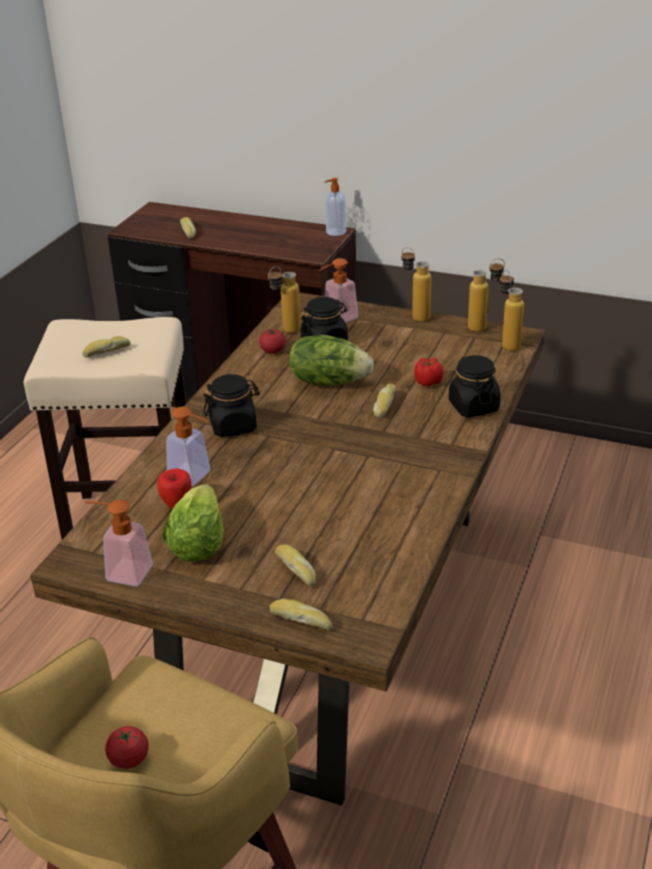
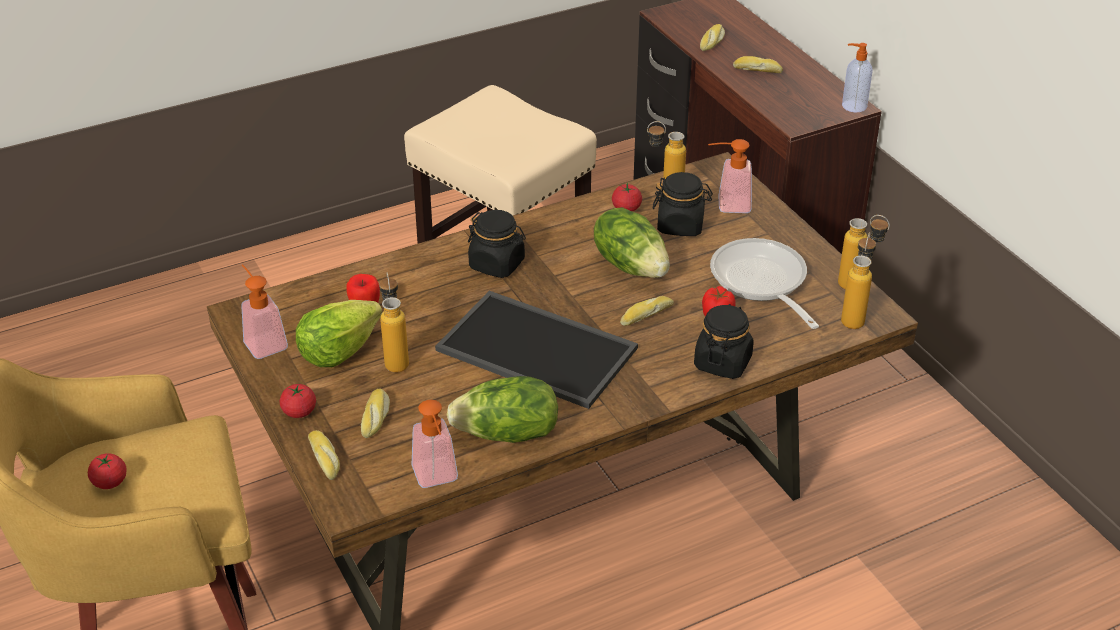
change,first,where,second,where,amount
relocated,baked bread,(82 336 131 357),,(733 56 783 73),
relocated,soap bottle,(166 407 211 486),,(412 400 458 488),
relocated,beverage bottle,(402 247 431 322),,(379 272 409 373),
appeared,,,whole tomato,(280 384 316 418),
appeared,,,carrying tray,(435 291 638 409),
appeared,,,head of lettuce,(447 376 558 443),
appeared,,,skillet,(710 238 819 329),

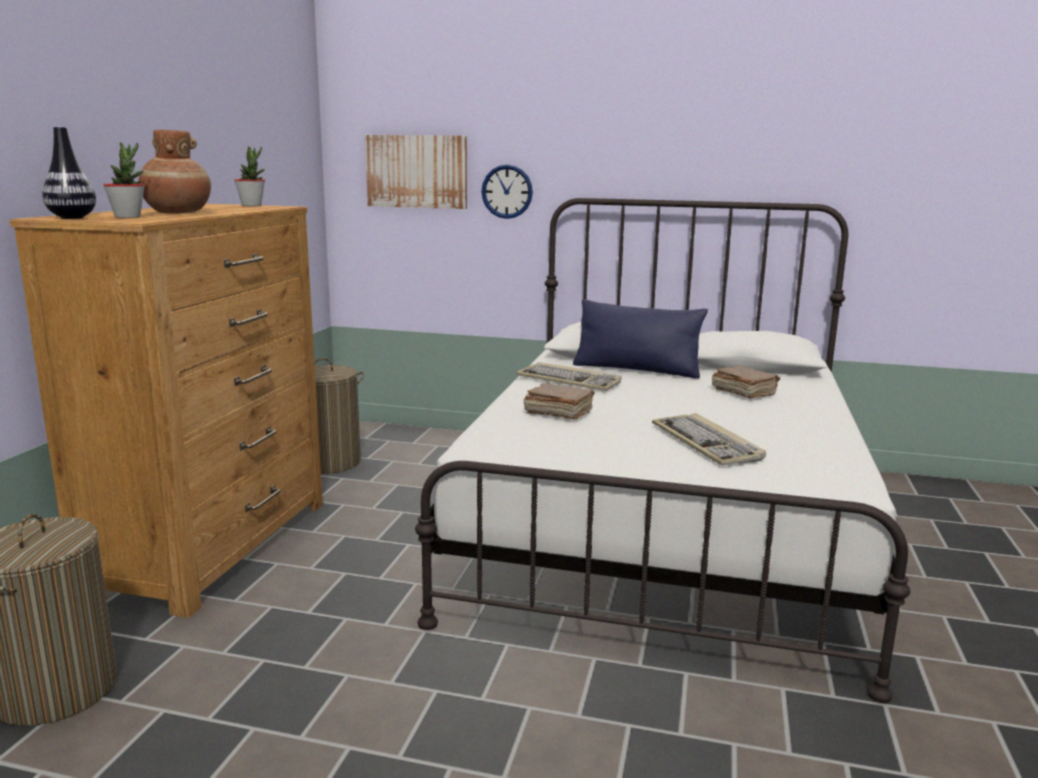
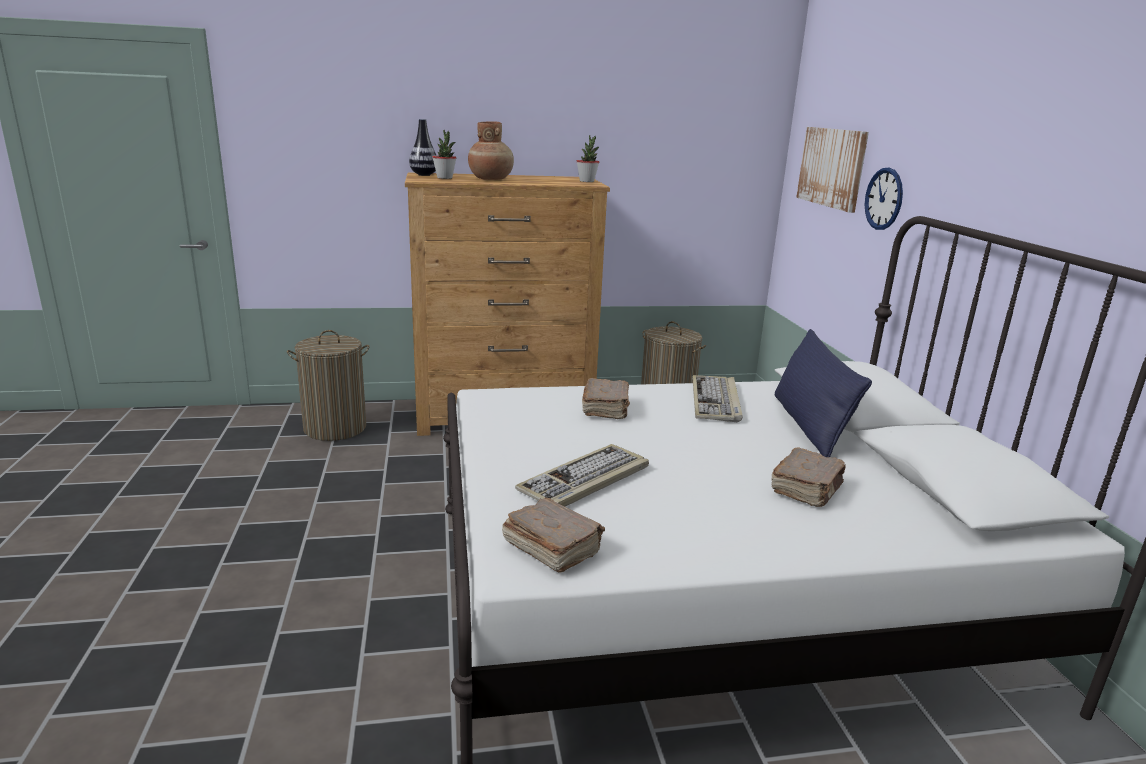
change,first,where,second,where,amount
appeared,,,volume/brown-coloured,(502 498 605 573),

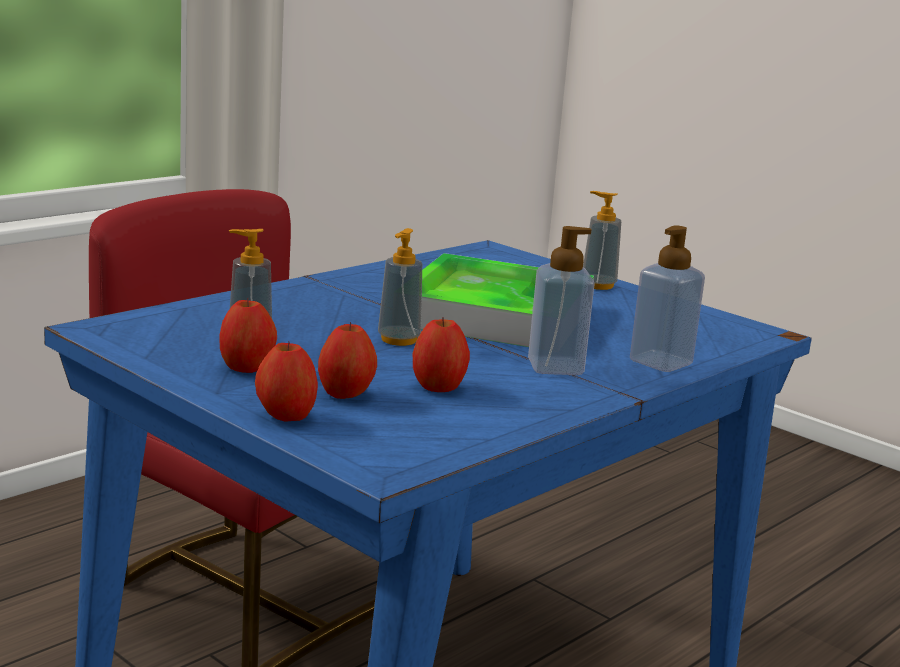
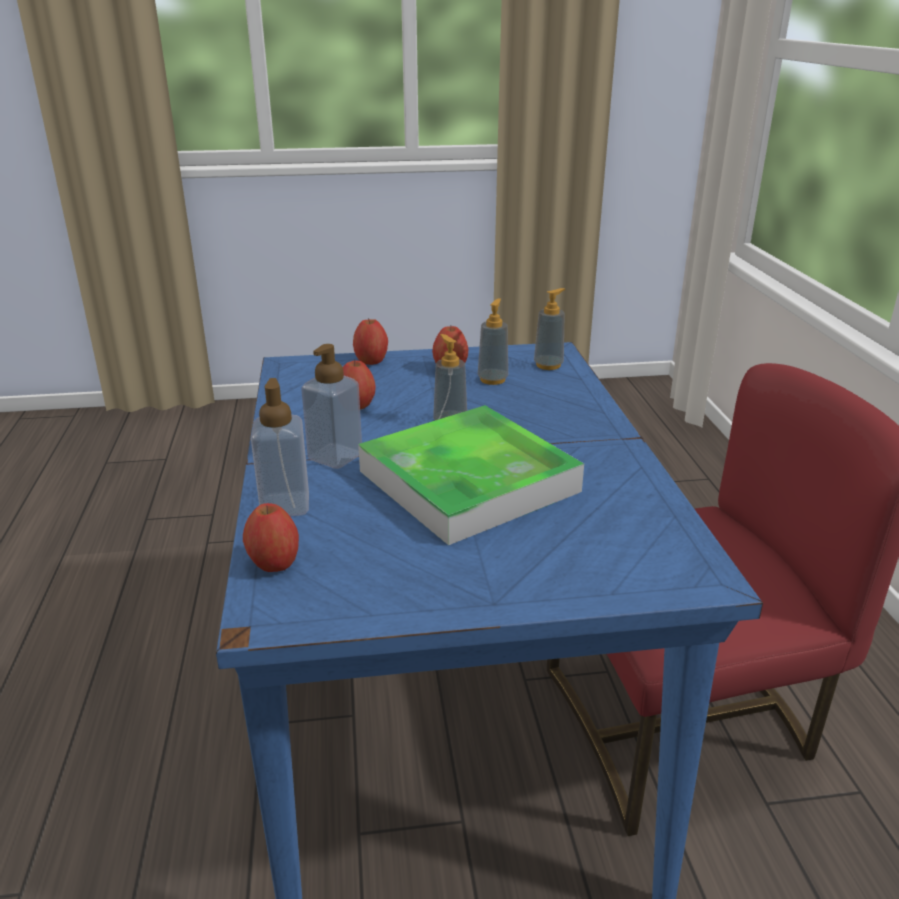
change,first,where,second,where,amount
relocated,whole apple,(318 322 377 399),,(243 503 299 572),
relocated,soap bottle,(583 191 621 290),,(534 288 565 370),

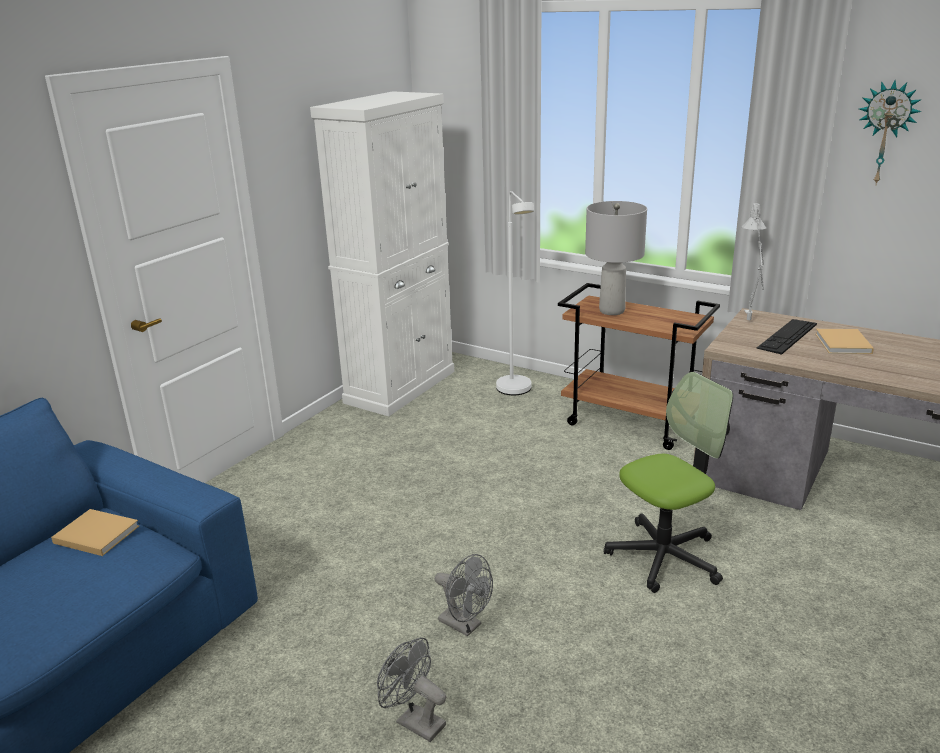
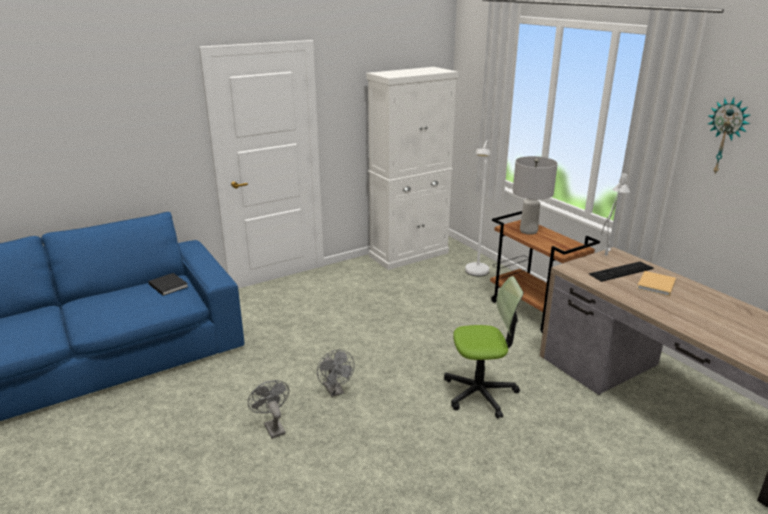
change,first,where,second,where,amount
colour,volume/beige,(51 509 139 556),volume/blackish,(148 273 188 296),

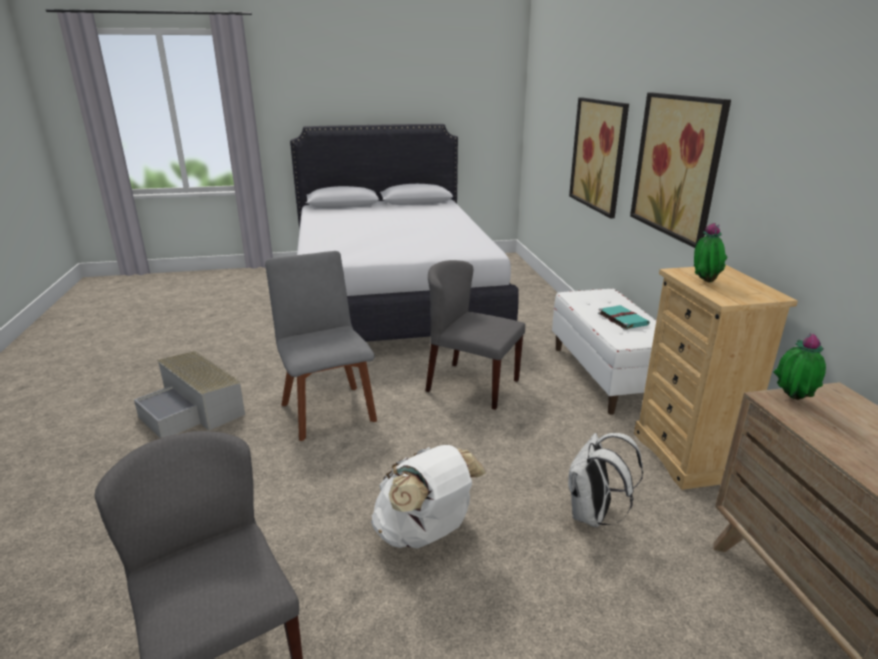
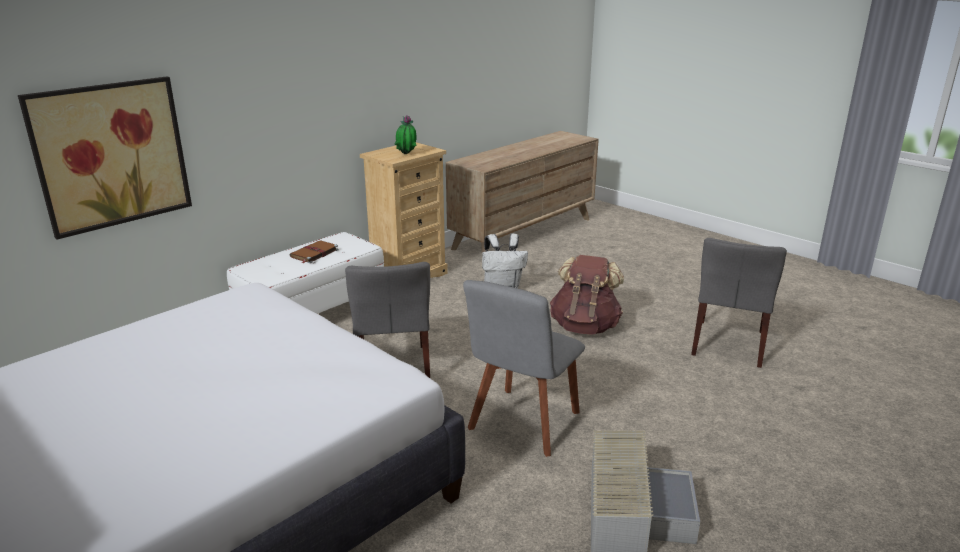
change,first,where,second,where,amount
colour,knapsack/whitish,(371 445 486 549),knapsack/brown-coloured,(550 255 624 335),
colour,volume/blue-green,(598 305 650 330),volume/brown-coloured,(290 240 338 263),
missing,wall art,(630 92 731 248),,,
missing,houseplant,(774 333 826 400),,,

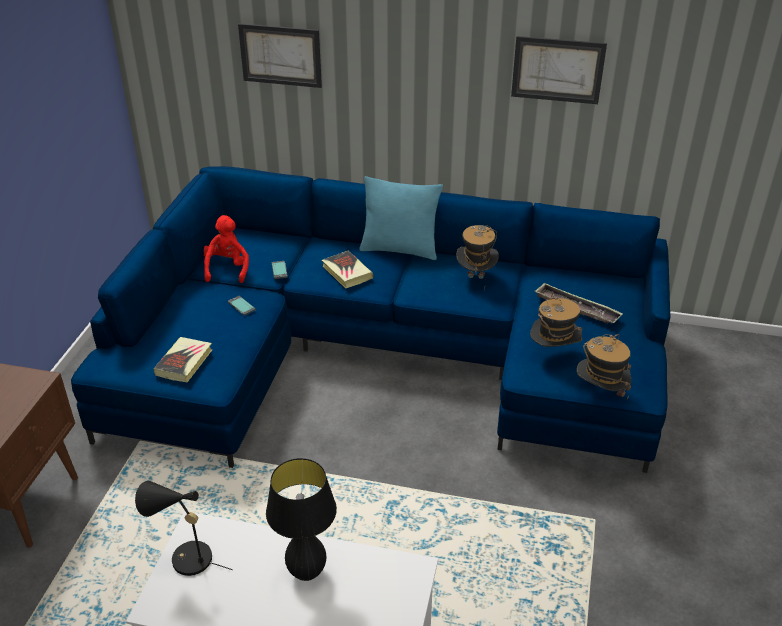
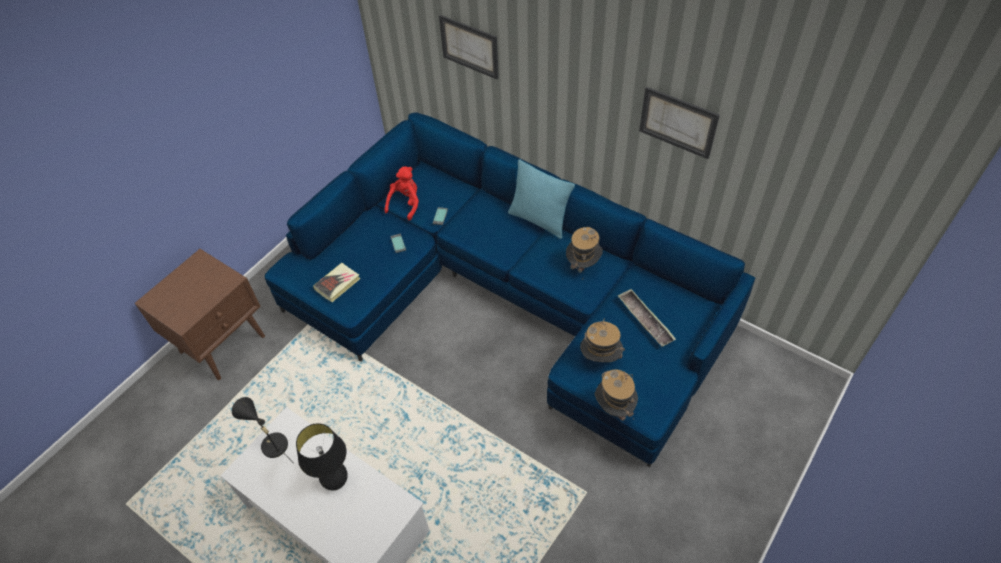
change,first,where,second,where,amount
missing,volume,(322 250 373 289),,,

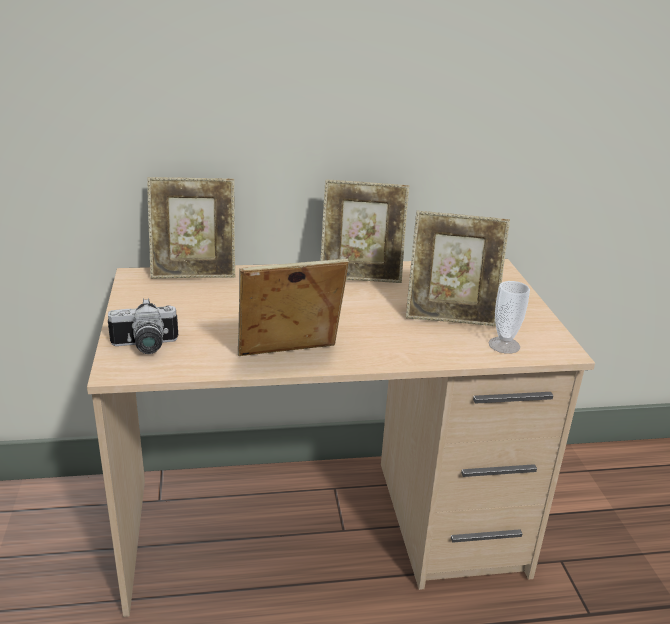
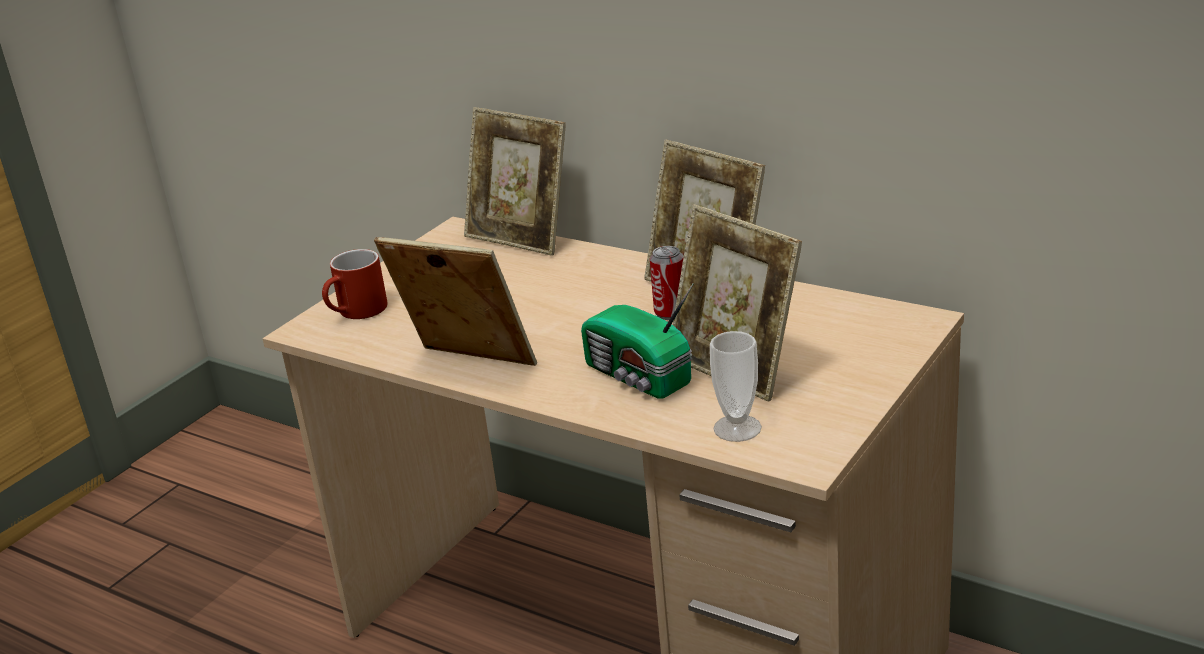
change,first,where,second,where,amount
exchanged,still camera,(108 298 178 354),mug/reddish,(322 249 388 319),
appeared,,,radio receiver,(581 283 694 399),
appeared,,,can,(650 246 684 320),

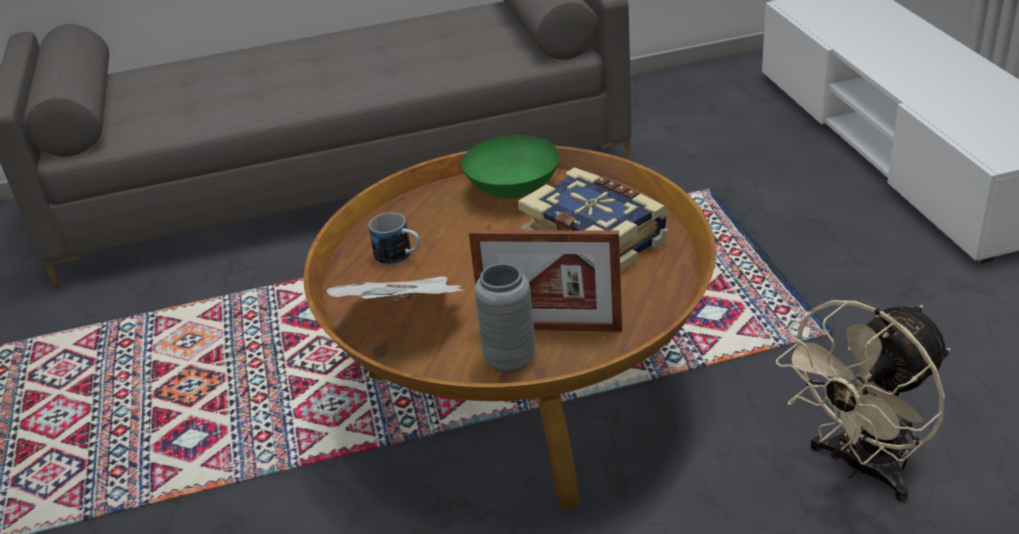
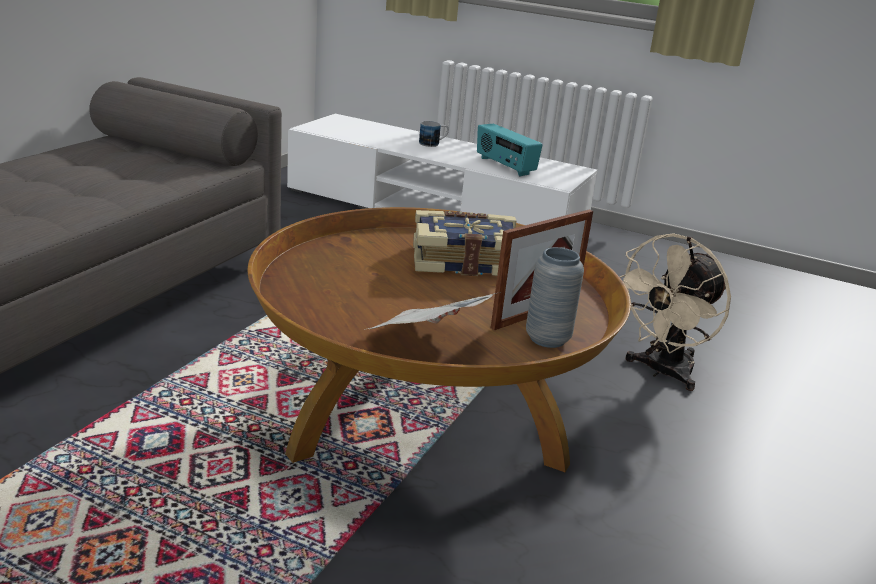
change,first,where,second,where,amount
relocated,mug,(369 212 420 265),,(419 121 449 147),
missing,serving bowl/greenish,(462 135 560 199),,,
spun,fan/beige,(776 300 951 502),,(620 233 731 391),45 degrees clockwise
appeared,,,radio receiver,(477 124 543 177),

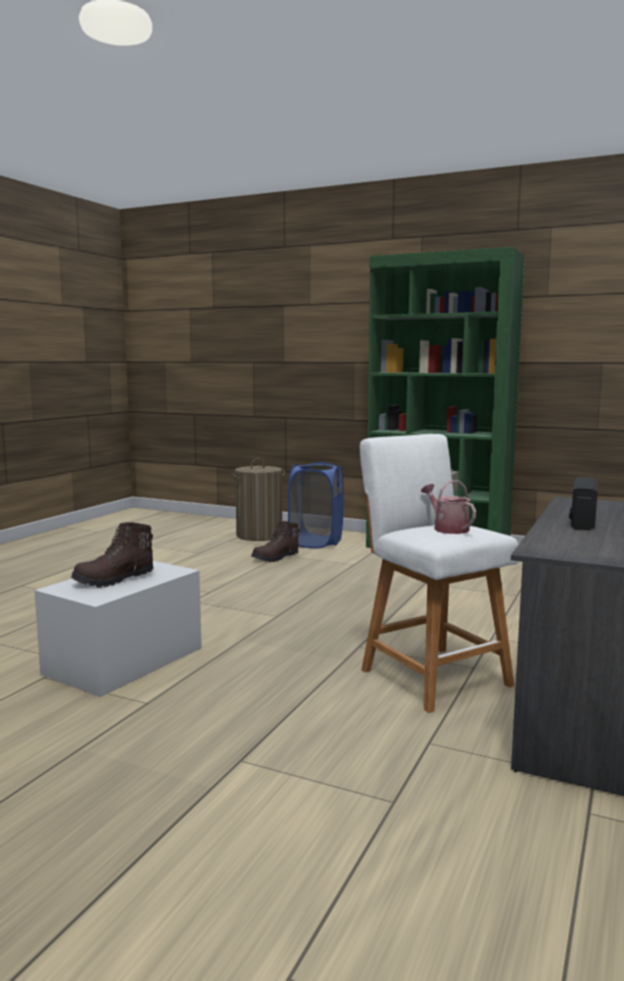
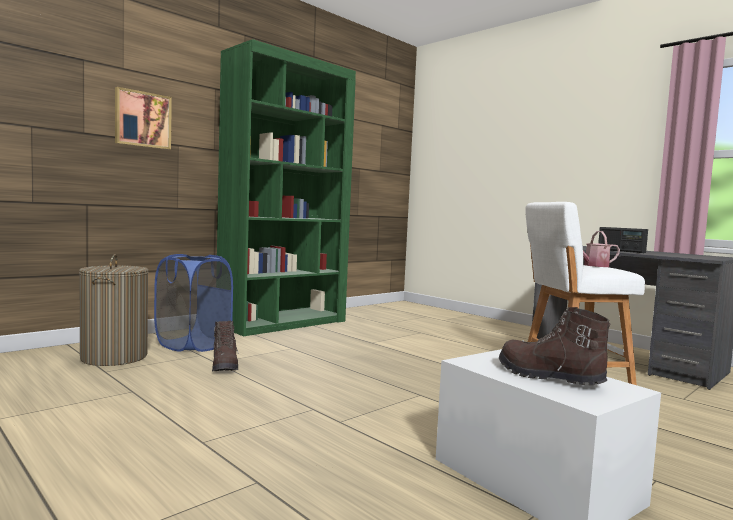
change,first,where,second,where,amount
spun,tall boot/brown-coloured,(71 522 154 587),,(499 307 611 385),150 degrees clockwise
appeared,,,wall art,(115 87 172 150),

